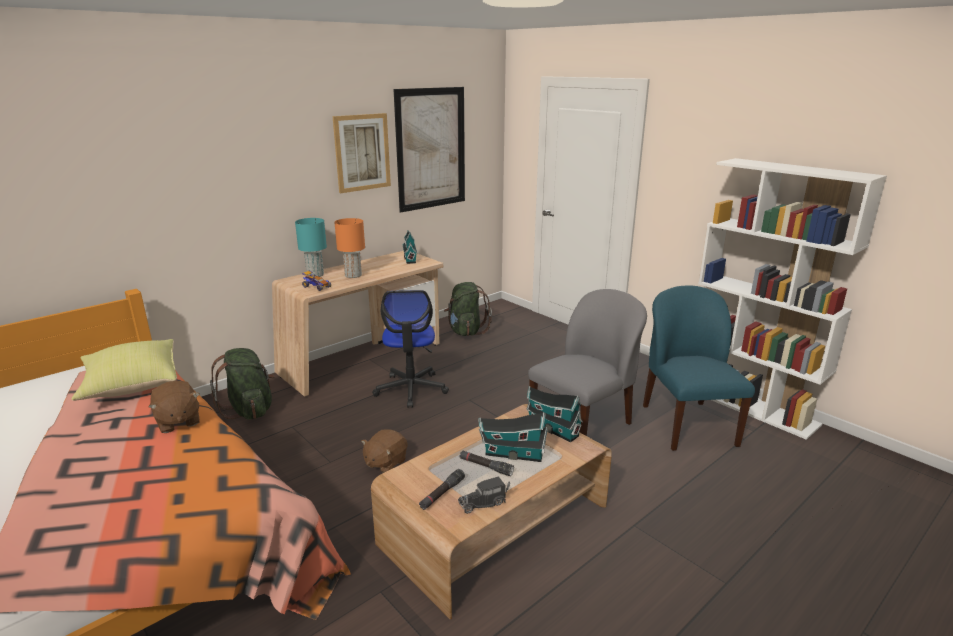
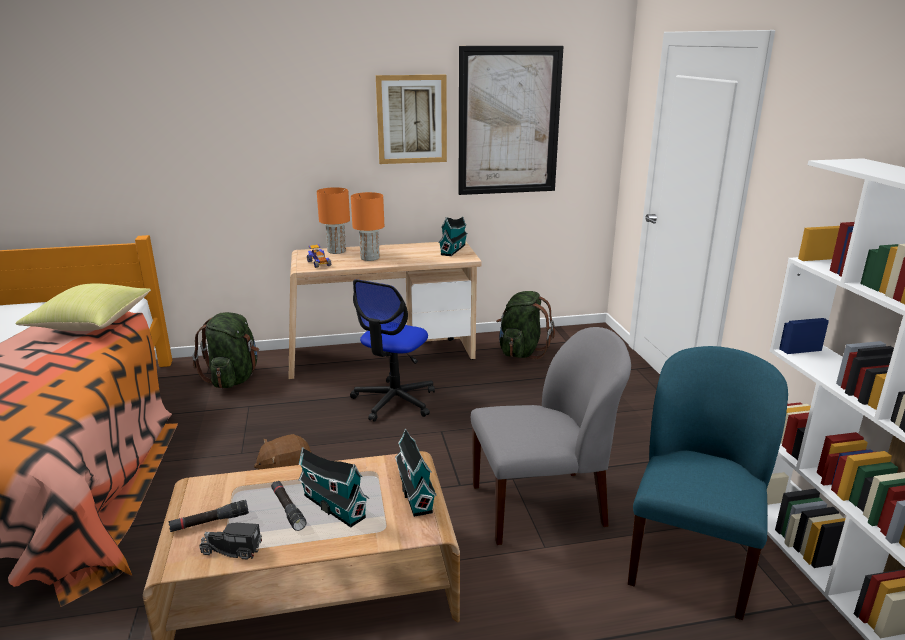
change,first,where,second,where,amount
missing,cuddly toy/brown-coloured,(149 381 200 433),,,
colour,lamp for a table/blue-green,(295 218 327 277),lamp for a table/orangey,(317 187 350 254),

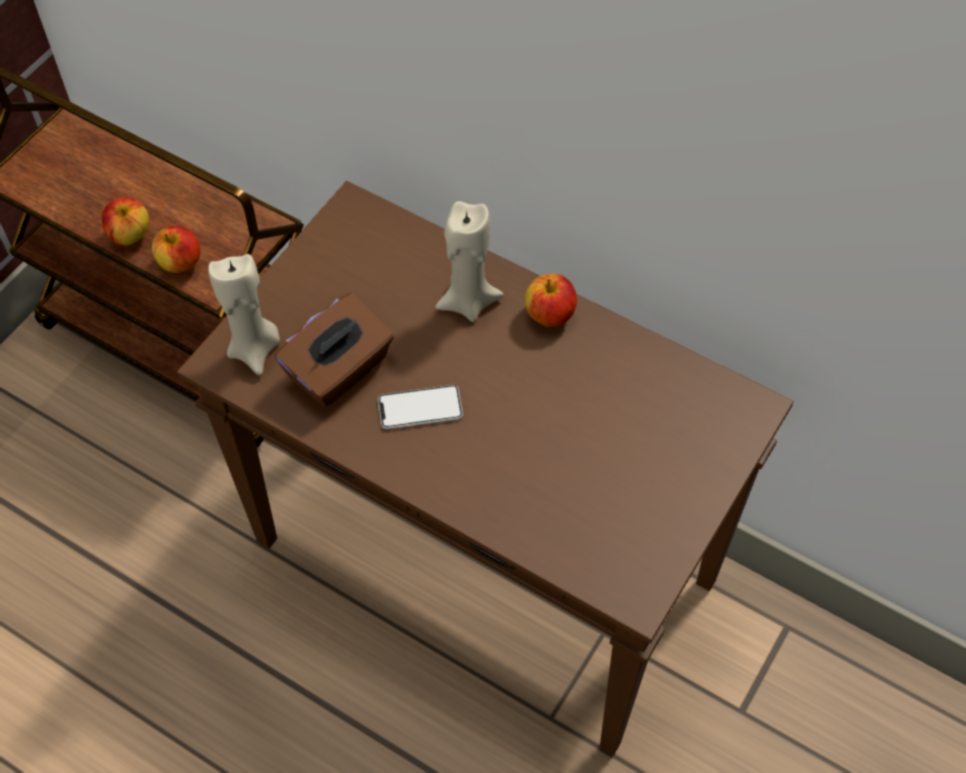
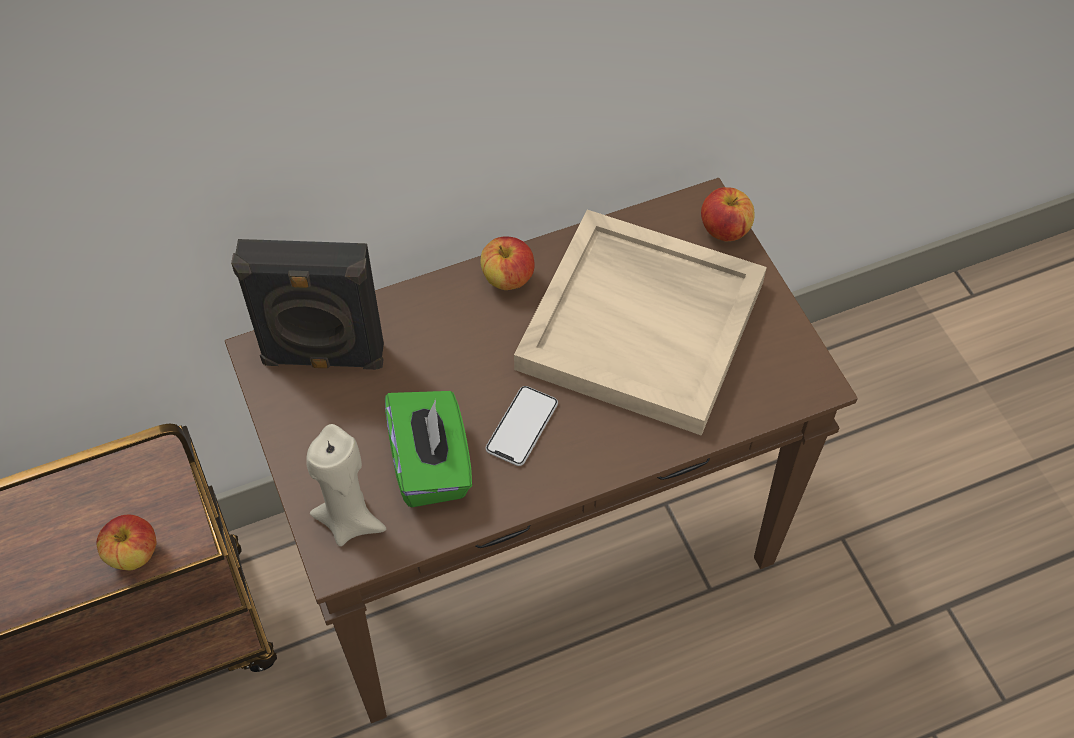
change,first,where,second,where,amount
relocated,whole apple,(102 197 149 245),,(701 187 754 241),
colour,tissue box/brown-coloured,(275 293 394 407),tissue box/greenish,(385 391 472 507),
missing,wax light/beige,(435 201 504 322),,,
appeared,,,speaker/blackish,(231 239 384 370),
appeared,,,carrying tray/beige,(514 210 767 436),

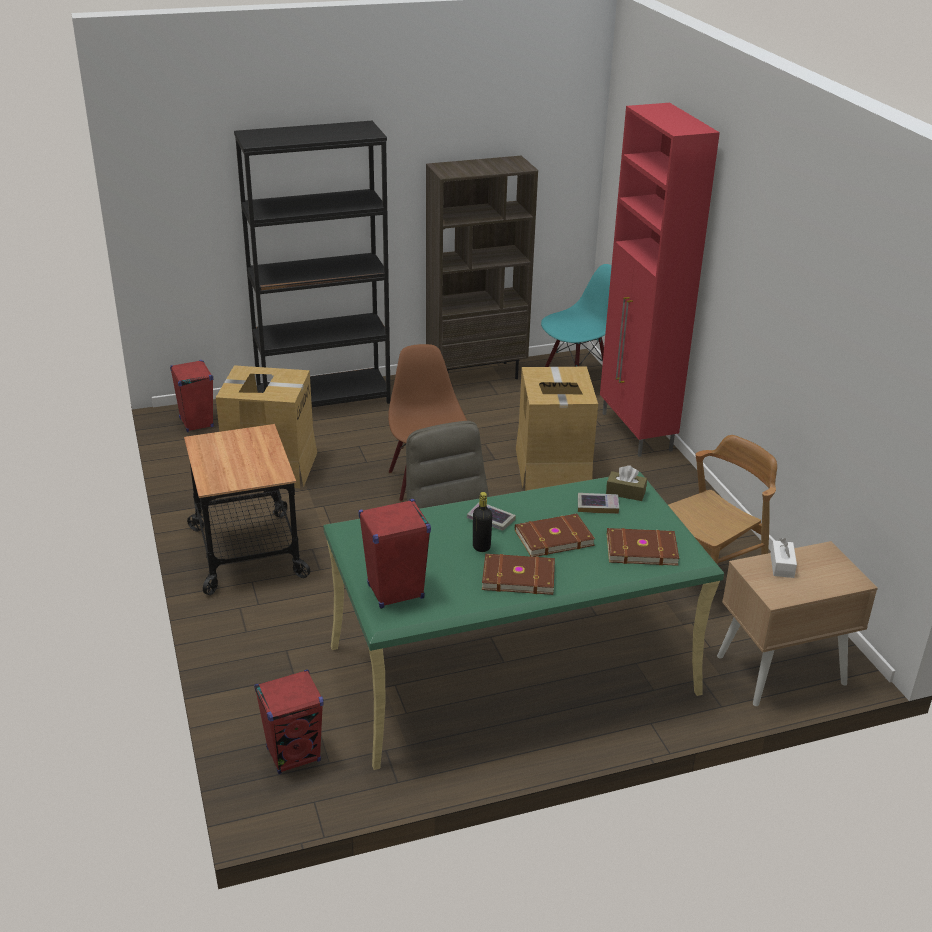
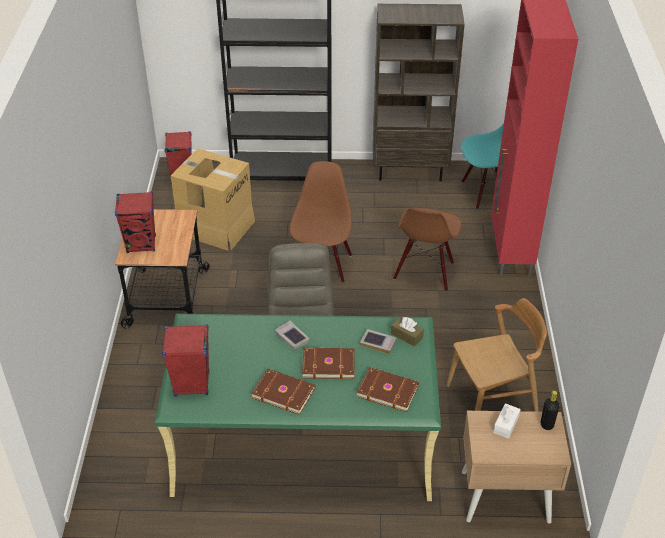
change,first,where,second,where,amount
relocated,speaker/reddish,(254 669 324 774),,(115 192 156 253),
relocated,beverage bottle/blackish,(473 492 492 552),,(541 390 559 430),
exchanged,packing box,(516 367 598 491),plain chair/brown-coloured,(393 208 462 291),

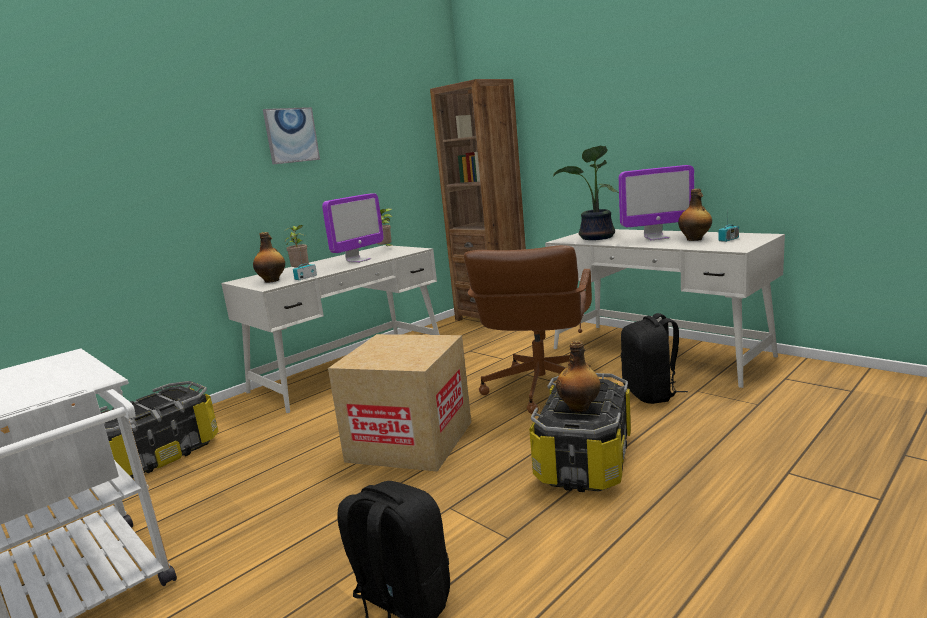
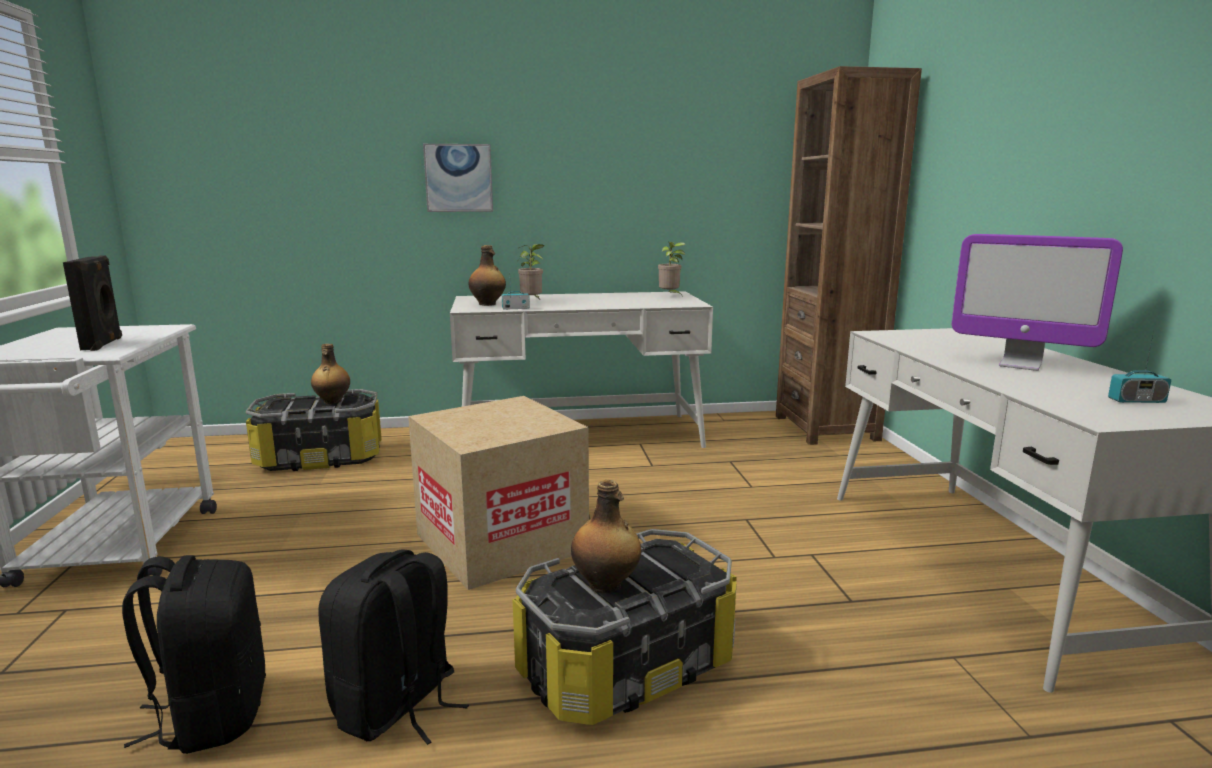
change,first,where,second,where,amount
relocated,wall art,(263 107 320 164),,(423 144 493 212),
missing,monitor,(322 193 384 263),,,
missing,office chair/brown-coloured,(464 245 592 414),,,
missing,houseplant,(553 146 619 240),,,
relocated,knapsack/blackish,(621 313 688 404),,(318 550 469 745),
relocated,beverage bottle,(678 189 712 241),,(311 344 350 404),
appeared,,,speaker/blackish,(63 256 122 351),

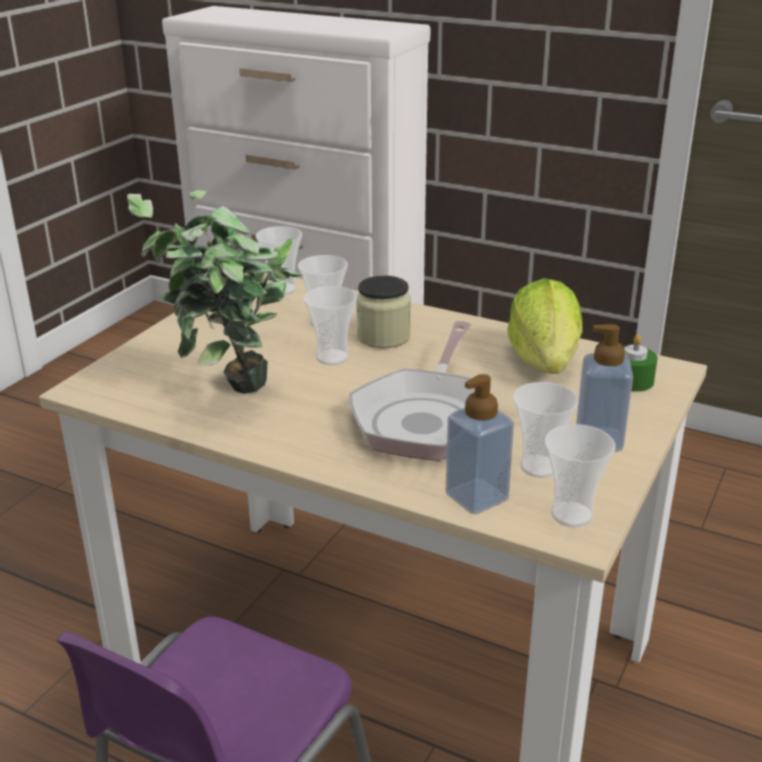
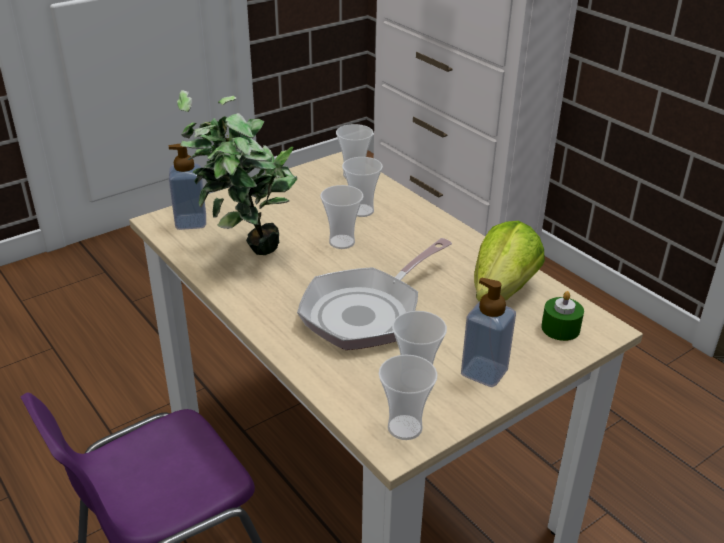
change,first,where,second,where,amount
missing,storage jar,(356 275 411 348),,,
relocated,soap bottle,(446 374 514 514),,(169 143 206 230),

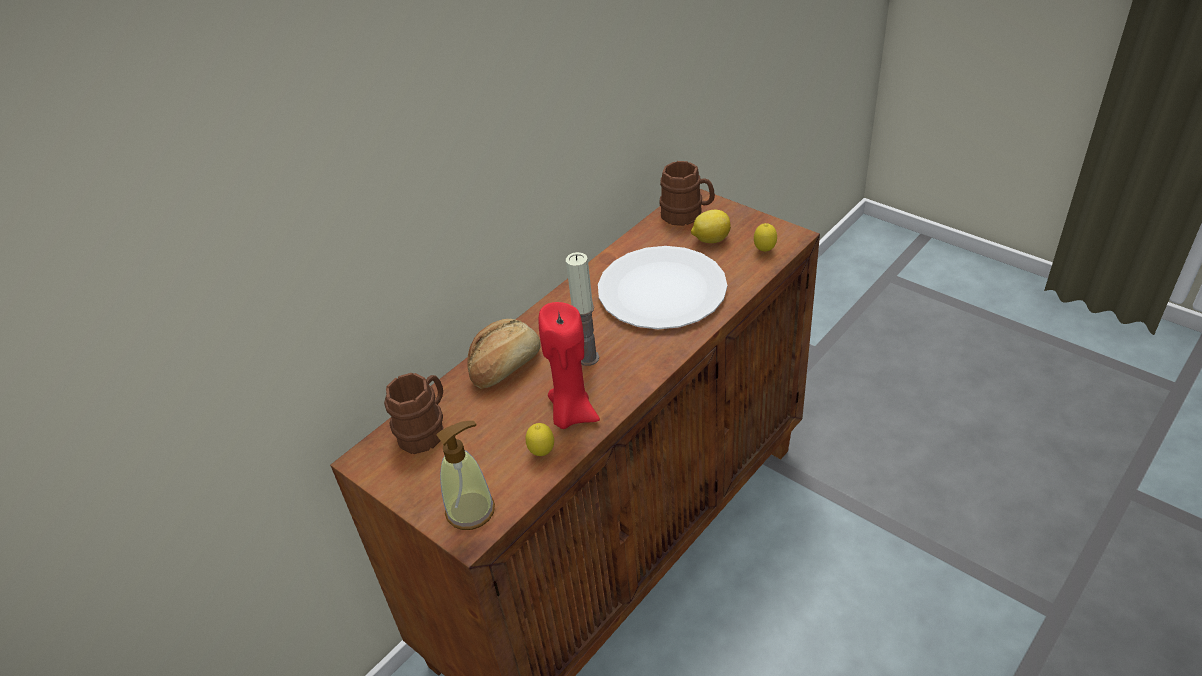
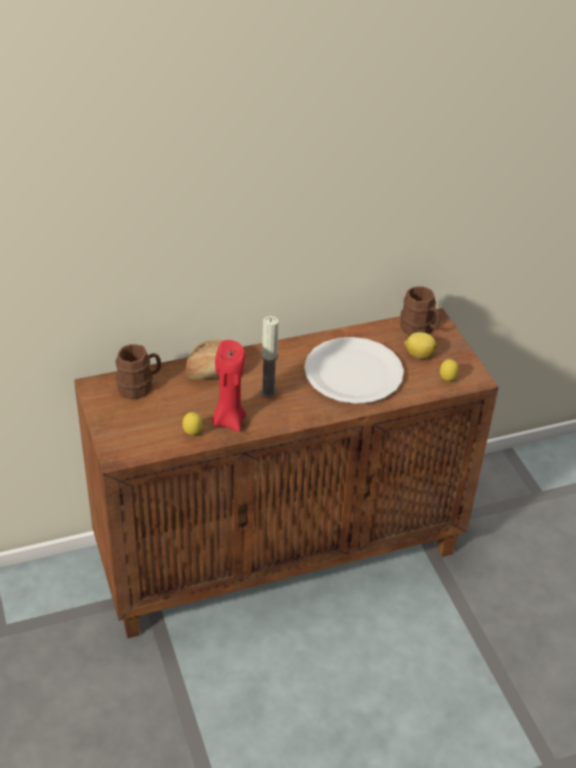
change,first,where,second,where,amount
missing,soap bottle,(436 421 495 530),,,

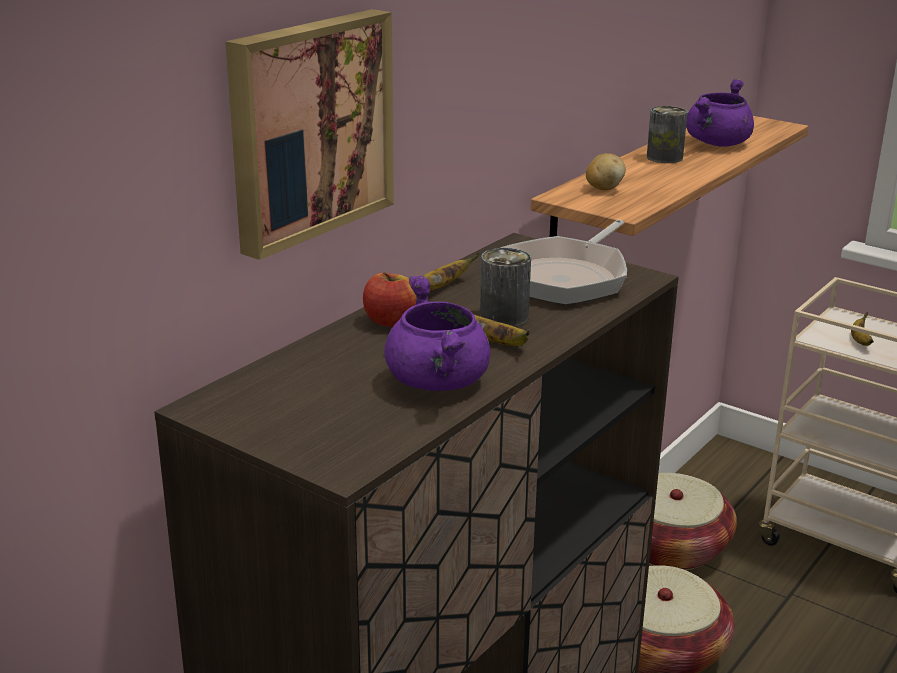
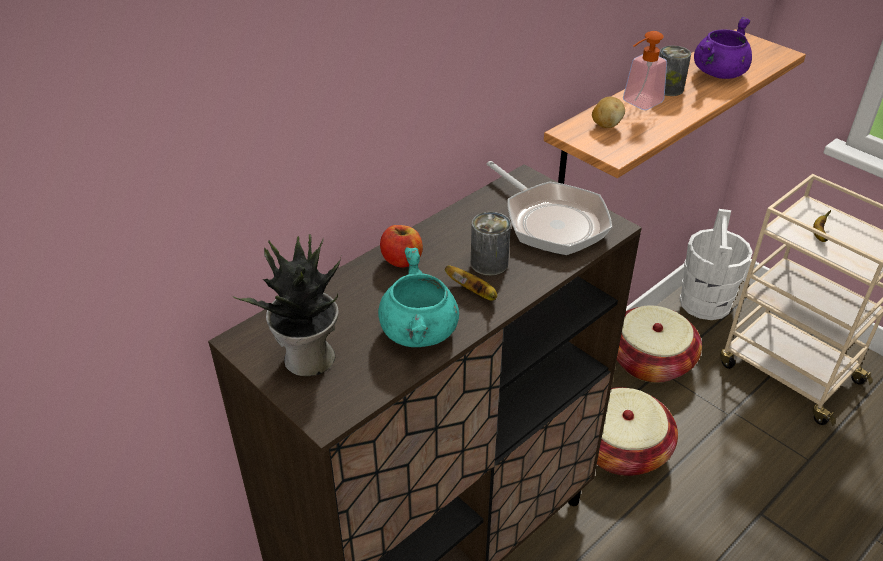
change,first,where,second,where,amount
missing,wall art,(225 9 394 260),,,
colour,stockpot/purple-coloured,(385 276 490 391),stockpot/blue-green,(378 247 459 347),
missing,banana,(423 253 479 291),,,
spun,skillet,(501 219 627 305),,(487 161 612 255),75 degrees counterclockwise
appeared,,,houseplant,(232 234 341 376),
appeared,,,soap bottle,(623 31 667 110),
appeared,,,water bucket/whitish,(680 209 753 320),

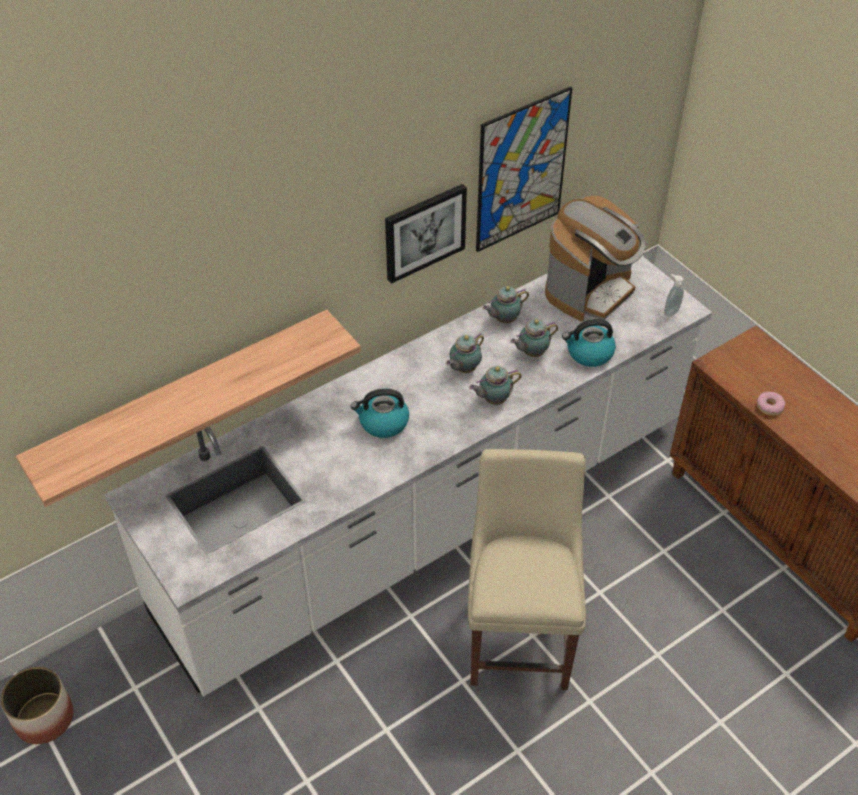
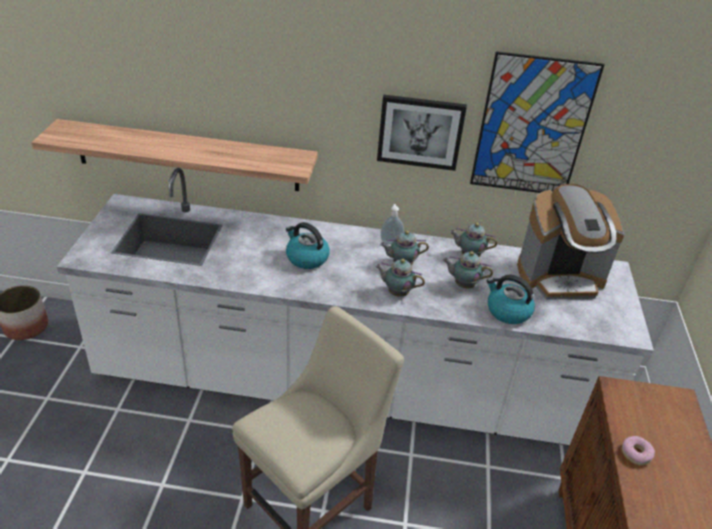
change,first,where,second,where,amount
relocated,soap bottle,(664 274 684 317),,(380 204 404 245),

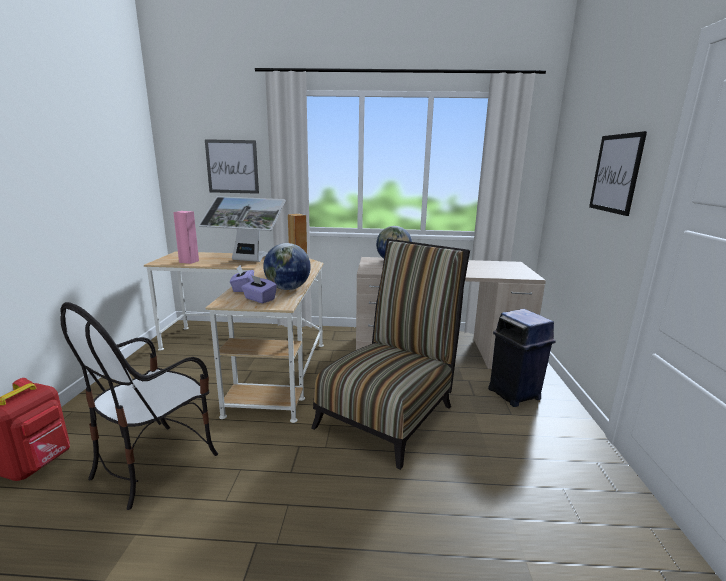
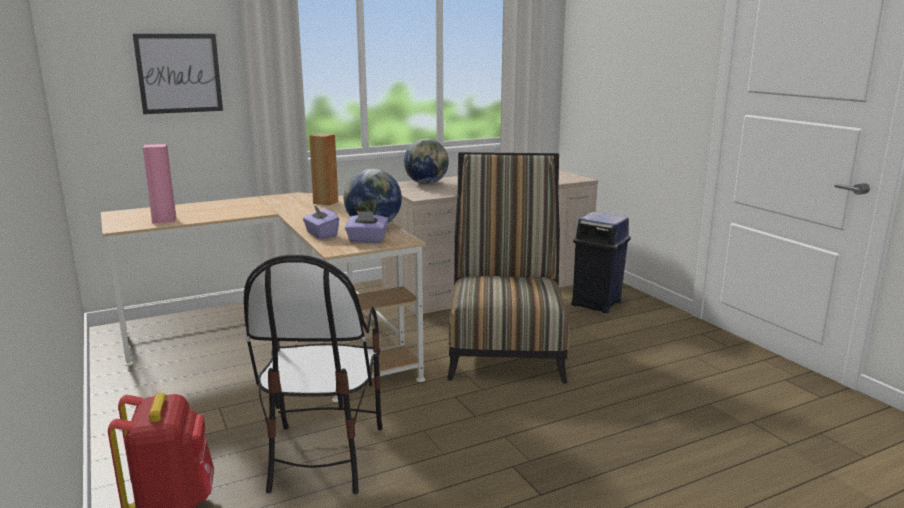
change,first,where,second,where,amount
missing,monitor,(199 196 286 262),,,
missing,wall art,(589 131 647 216),,,

